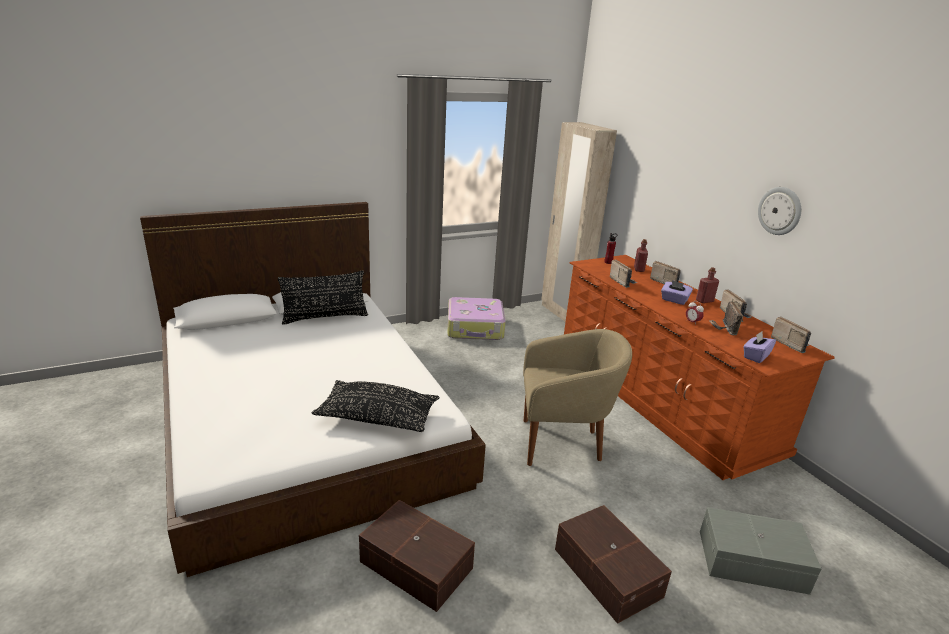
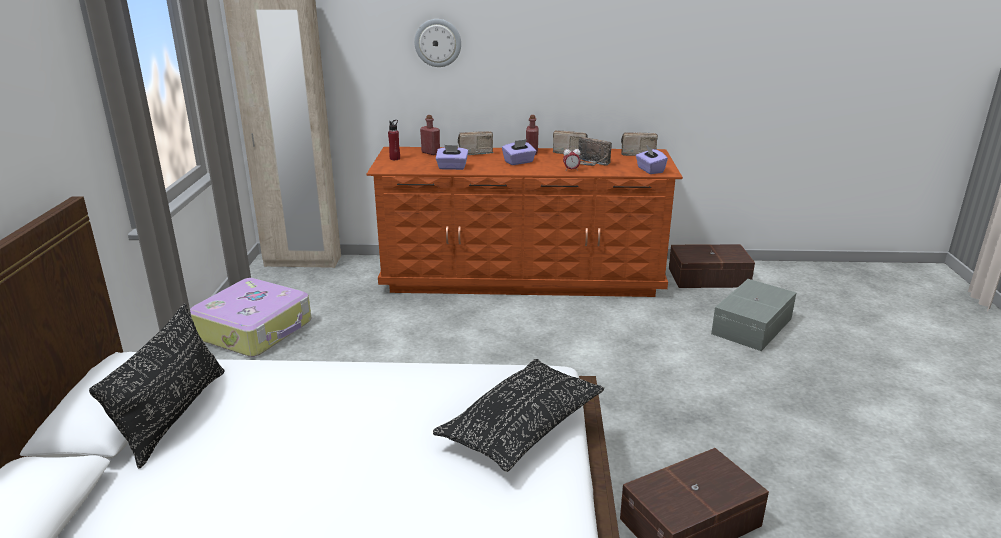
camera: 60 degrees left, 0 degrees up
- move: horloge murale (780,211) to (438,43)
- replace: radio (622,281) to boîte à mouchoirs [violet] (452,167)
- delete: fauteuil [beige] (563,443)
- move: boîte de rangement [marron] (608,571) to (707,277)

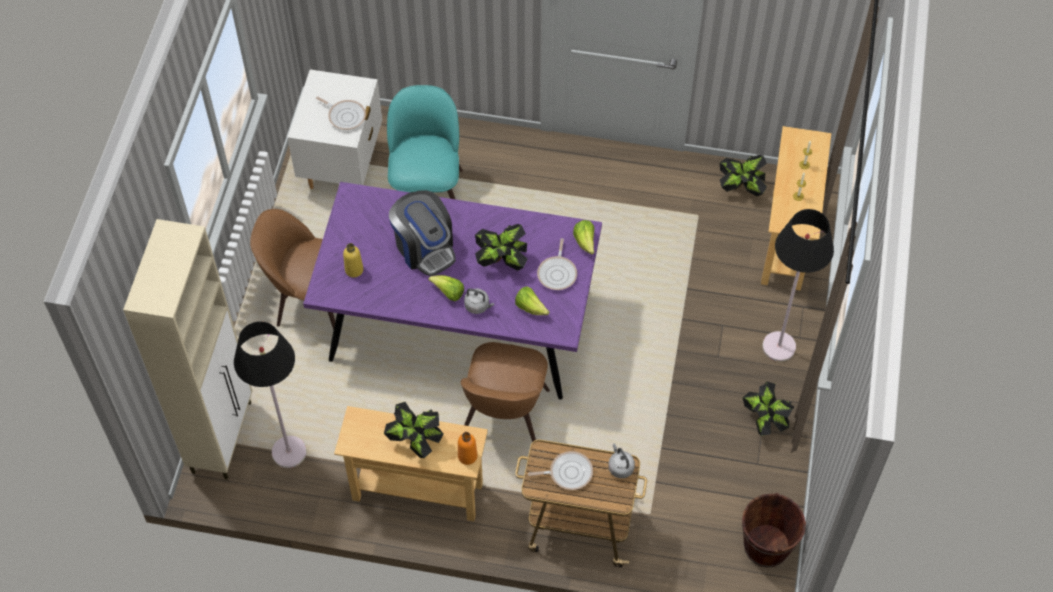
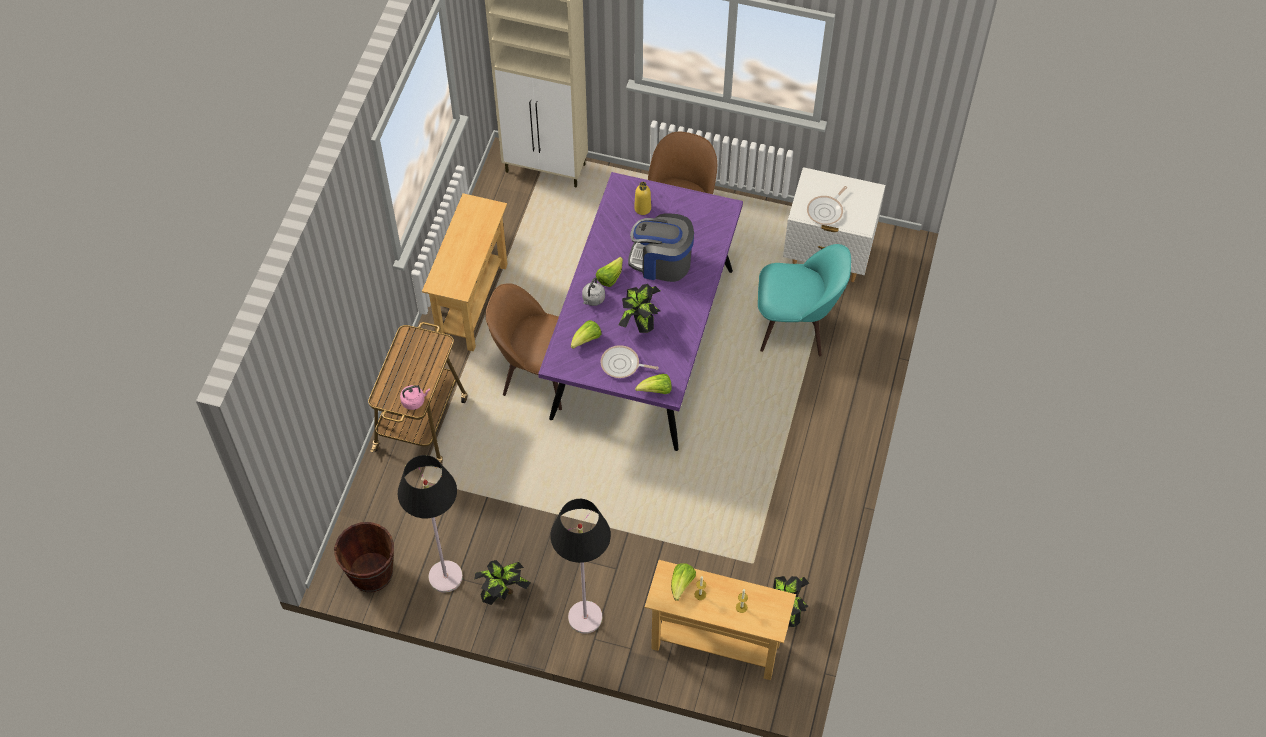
camera: 95 degrees right, 0 degrees up
- rotate: machine à café (424,248) = (661,262) 45 degrees clockwise
- move: lampadaire [noir] (289,452) to (445,577)
- delete: plante en pot (416,441)
- delete: bouteille [orange] (467,456)
- recolor: bouilloire [gris] (620,467) to bouilloire [rose] (414,401)
- delete: poêle (568,472)
- insert: laitue (681,584)

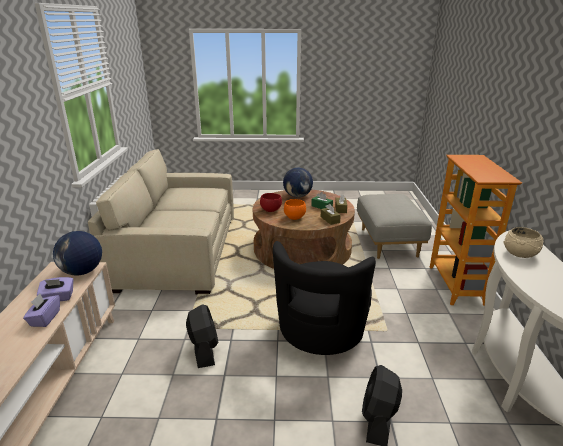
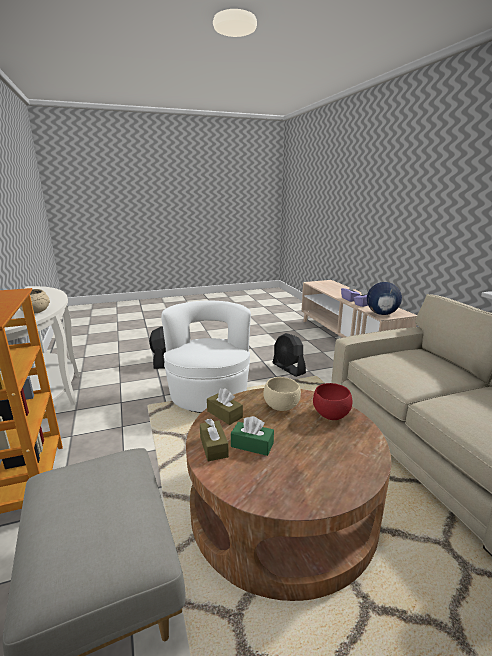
camera: 160 degrees right, 5 degrees down
- delete: globe (297,196)
- recolor: bol [orange] (294,217) to bol [beige] (282,407)
- recolor: fauteuil [noir] (320,331) to fauteuil [blanc] (209,394)

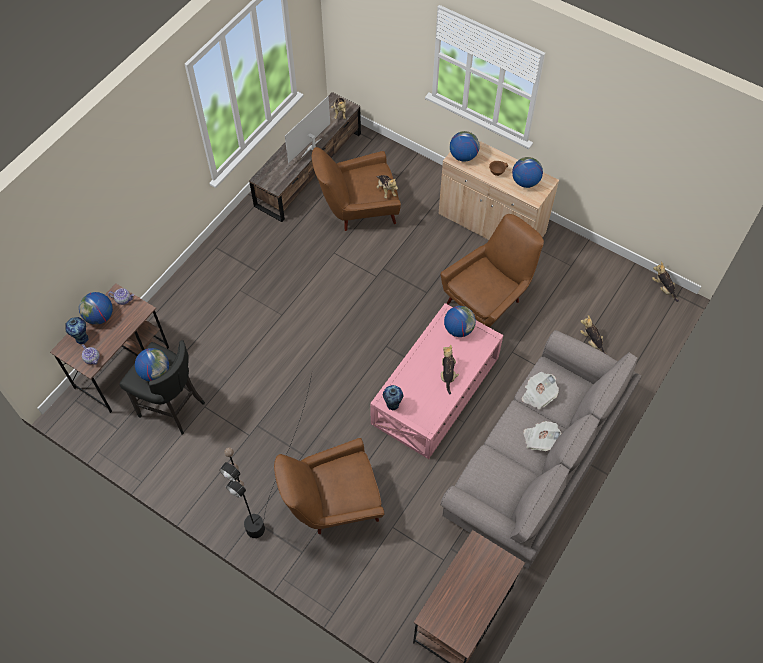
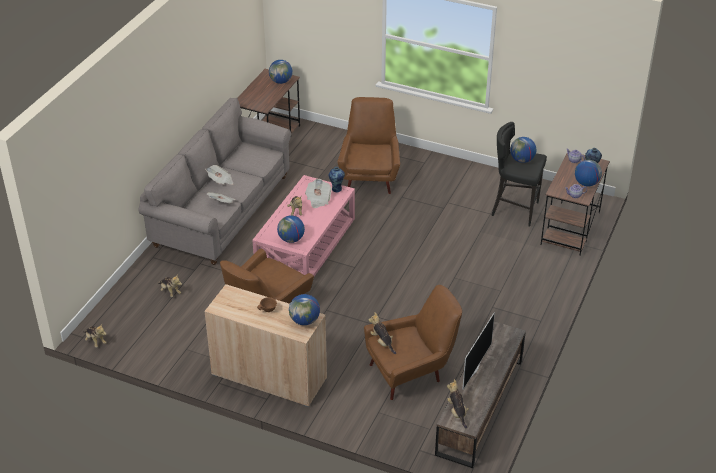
camera: 170 degrees right, 20 degrees down
- move: globe (525,182) to (281,81)
- delete: lampadaire [noir] (274,482)
- rotate: fauteuil [marron] (333,504) = (370,175) 60 degrees counterclockwise
- insert: journal (318,199)

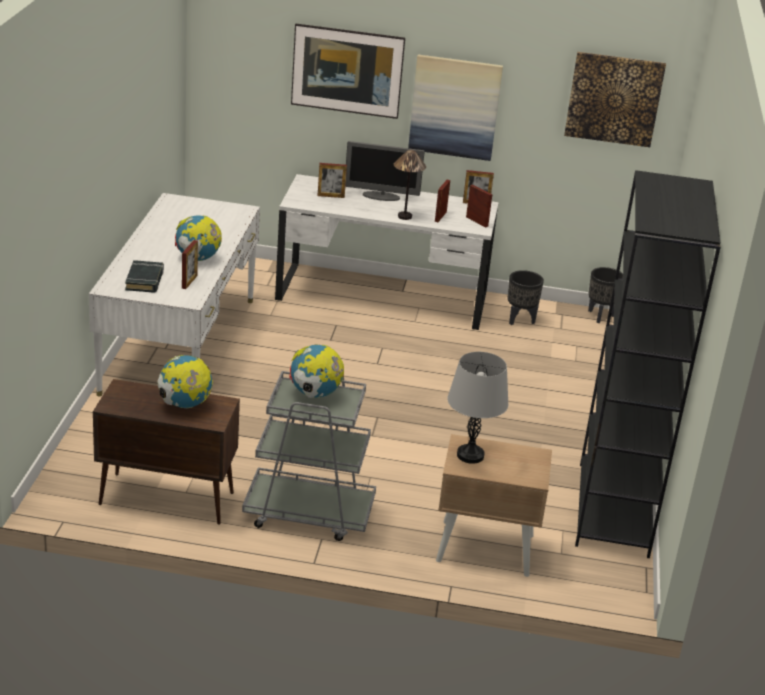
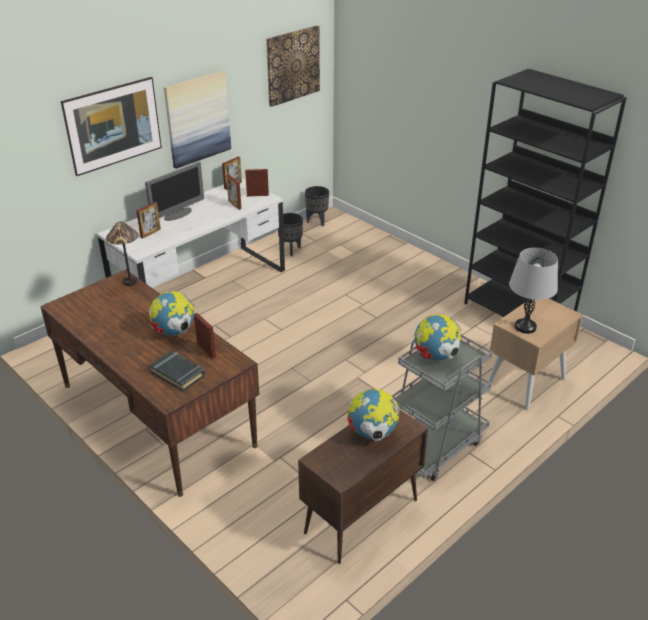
camera: 50 degrees left, 5 degrees up
- move: lampe de table (404,216) to (130,282)
- recolor: bureau [blanc] (179,345) to bureau [marron] (157,415)

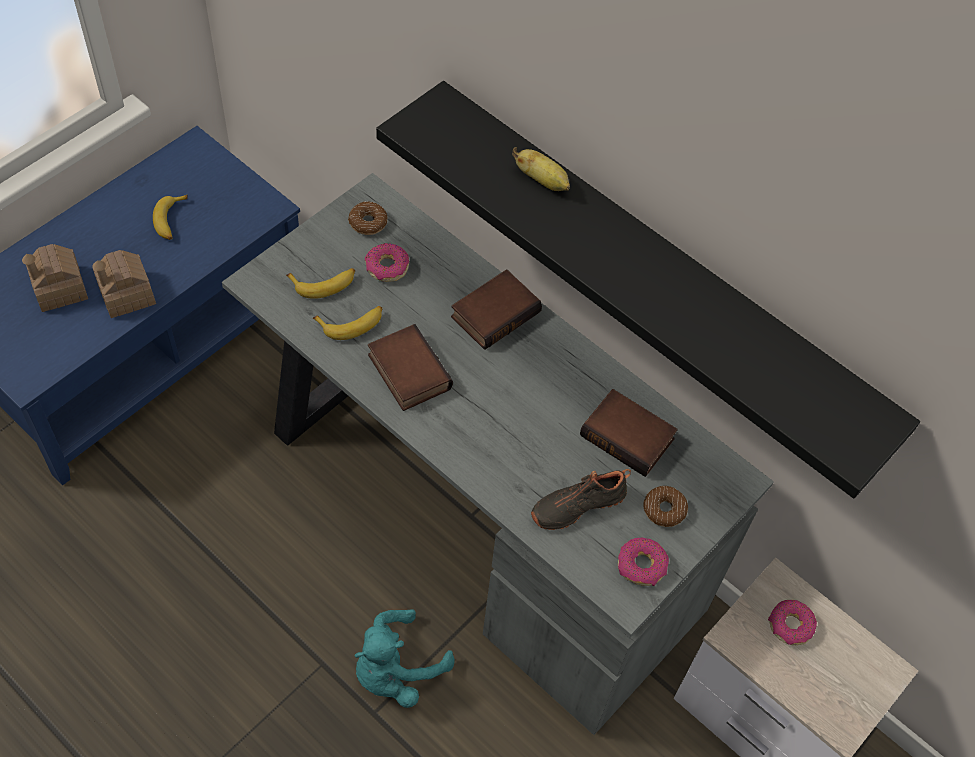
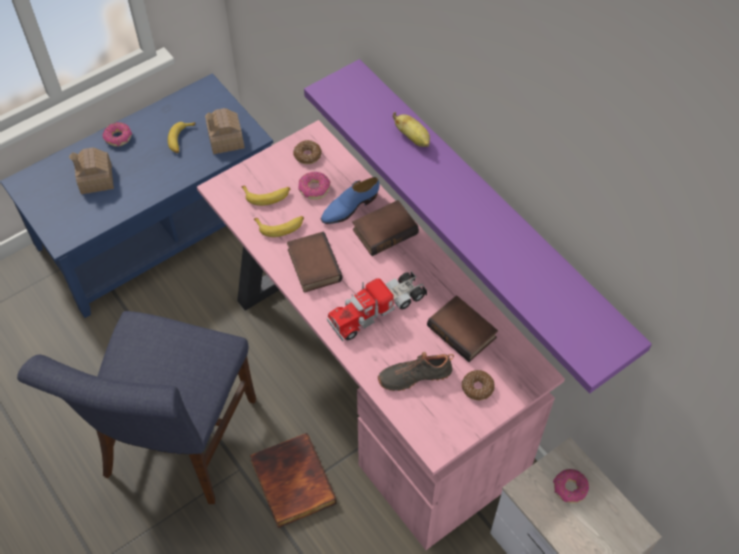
camera: 15 degrees right, 0 degrees up
- recolor: étagère [noir] (654,269) to étagère [violet] (488,210)
- recolor: bureau [gris] (475,514) to bureau [rose] (370,378)
- move: maison miniature (127,294) to (226,139)
- move: beignet (641,566) to (118,138)
- replace: peluche [turquoise] (396,671) to livre (291,482)
- insert: chaussure [bleu] (349,207)
- insert: camion jouet (377,309)
- insert: chaise [bleu] (176,445)

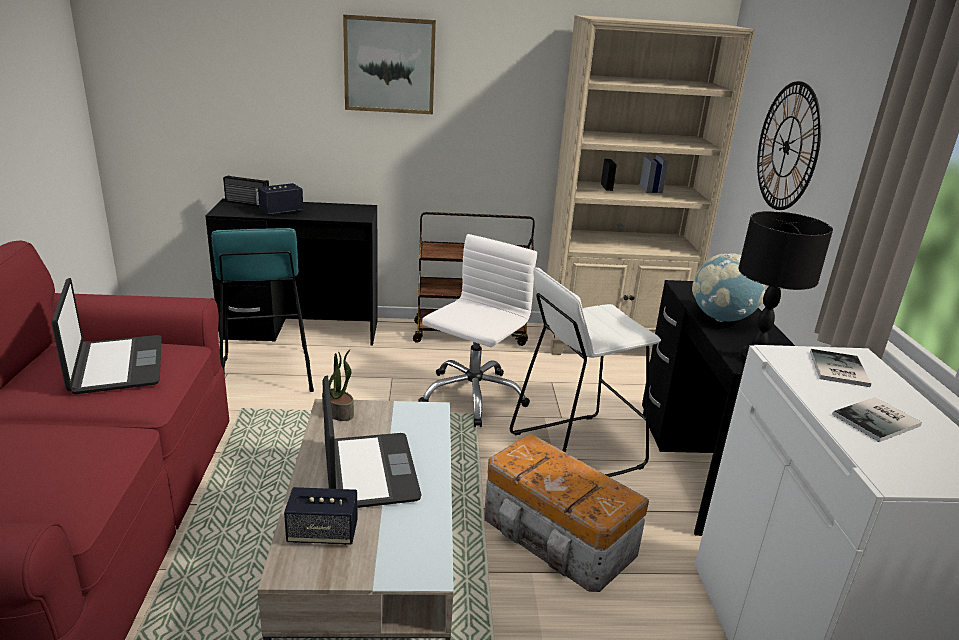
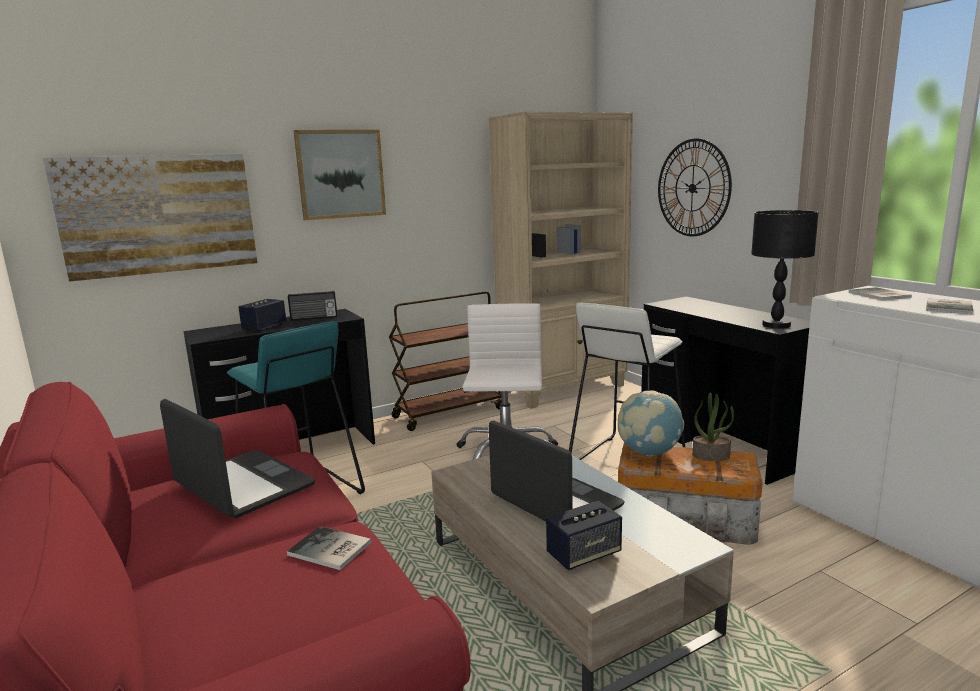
camera: 25 degrees left, 10 degrees down
- move: radio (247,203) to (314,318)
- move: globe (721,318) to (649,452)
- move: plante en pot (339,412) to (711,456)
- insert: tableau (159,214)
- insert: livre (330,550)

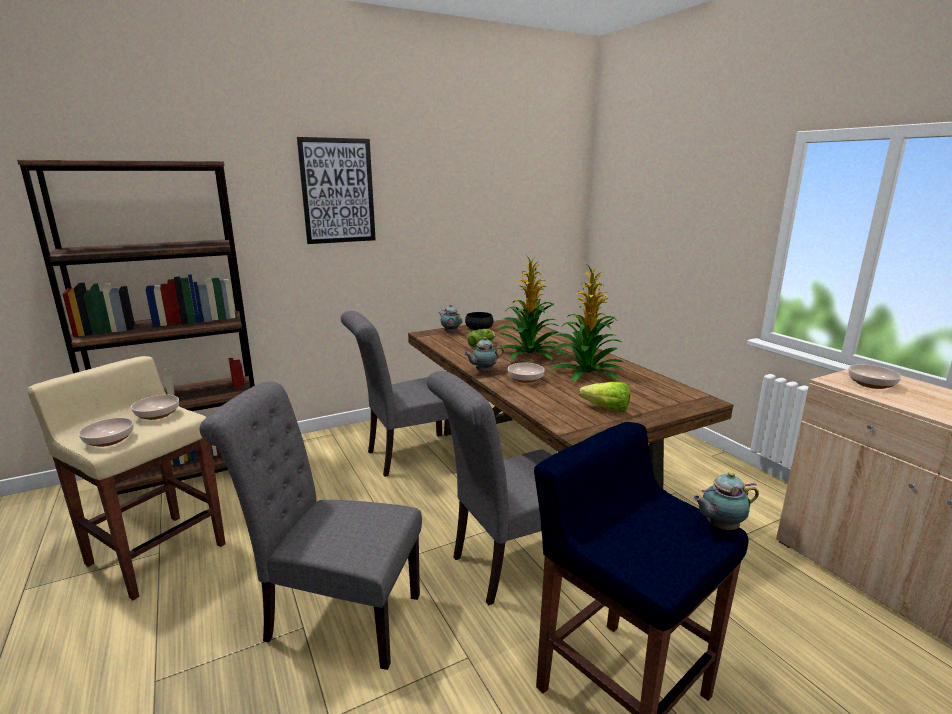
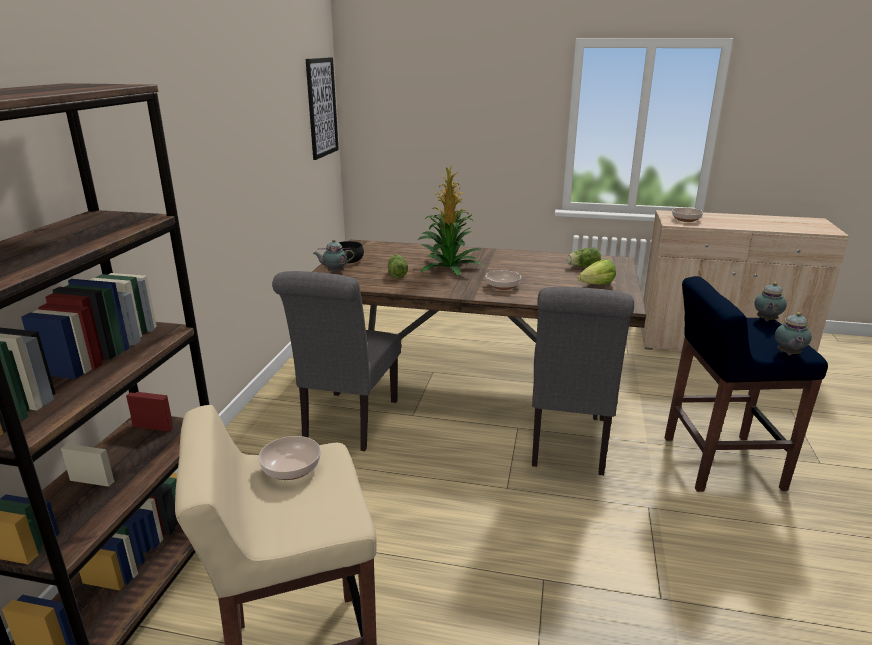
camera: 50 degrees left, 5 degrees up
- move: tableau (337,191) to (322,107)
- delete: plante en pot (586,373)
- move: théière (483,371) to (788,354)
- delete: chaise [gris] (334,616)
- delete: bol (110,440)
- insert: laitue (582,266)

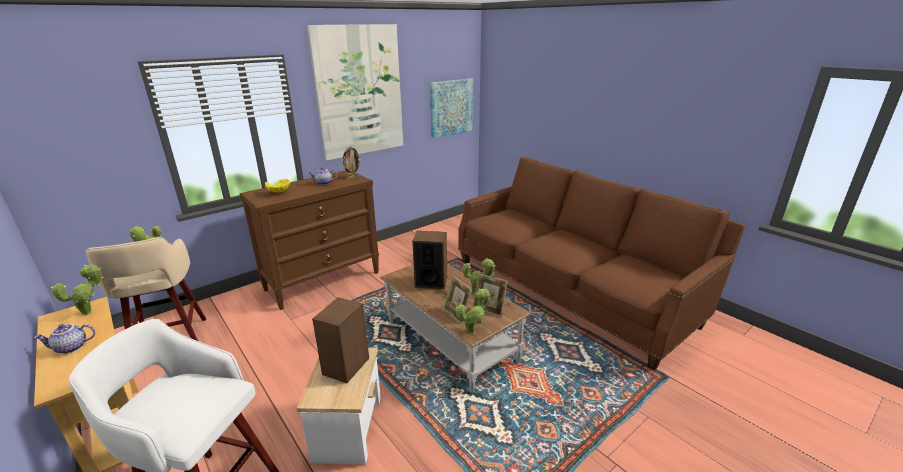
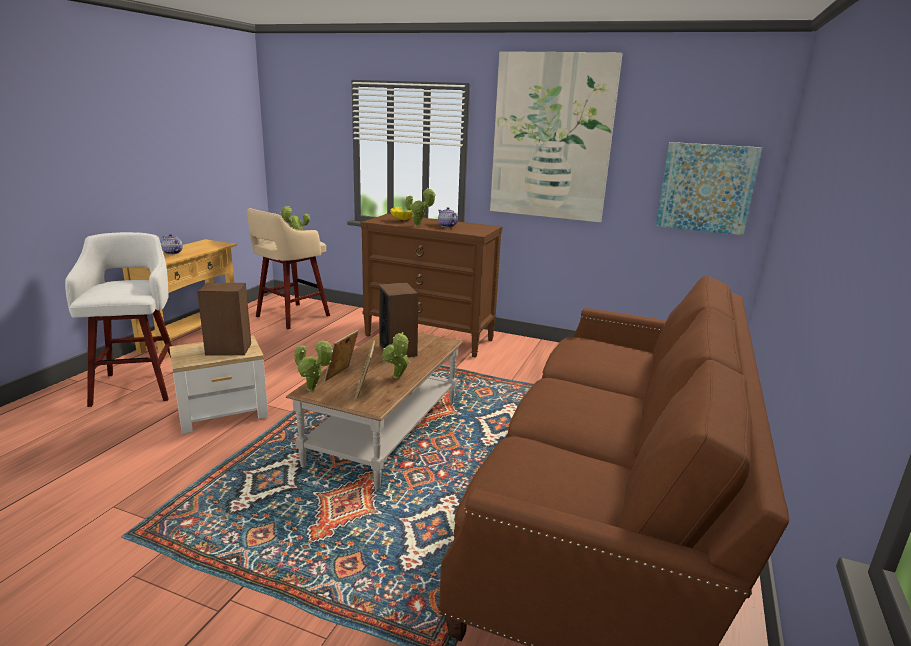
camera: 60 degrees right, 5 degrees down
- delete: cadre photo (353,177)
- move: plante en pot (90,312) to (419,226)

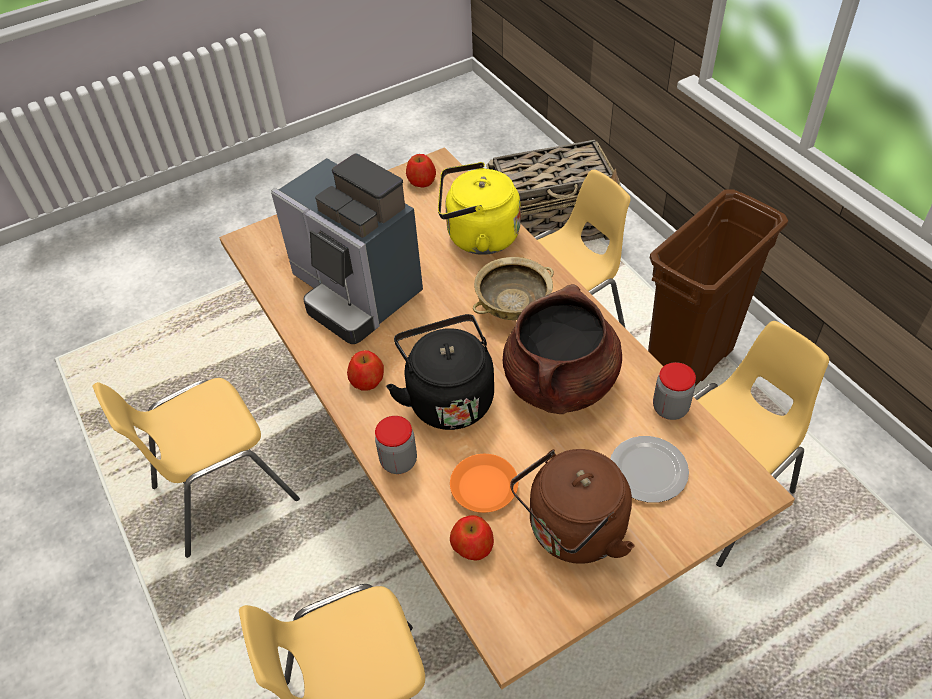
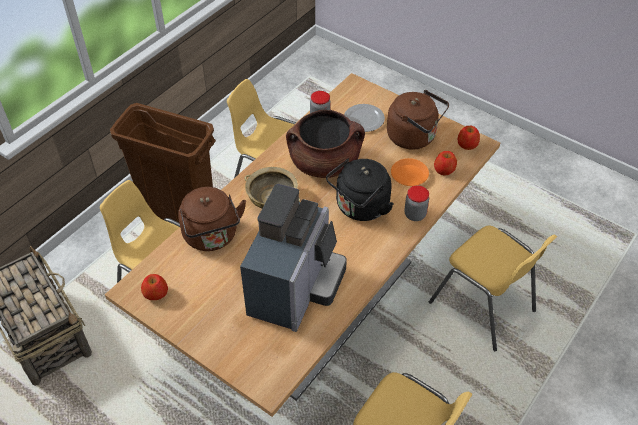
camera: 115 degrees left, 0 degrees up
- recolor: bouilloire [jaune] (478,237) to bouilloire [marron] (212,237)
- move: pomme (367,380) to (467,144)

